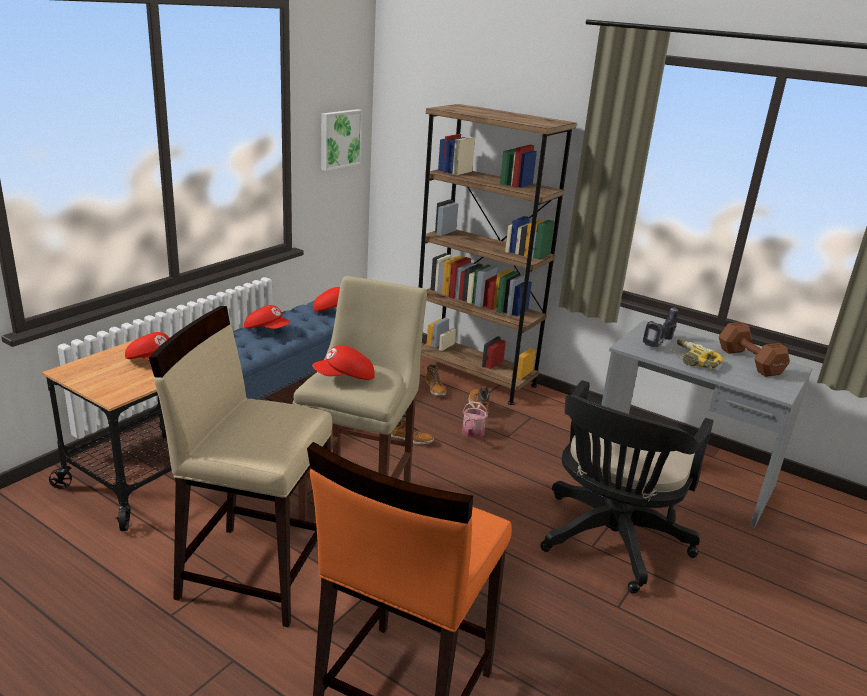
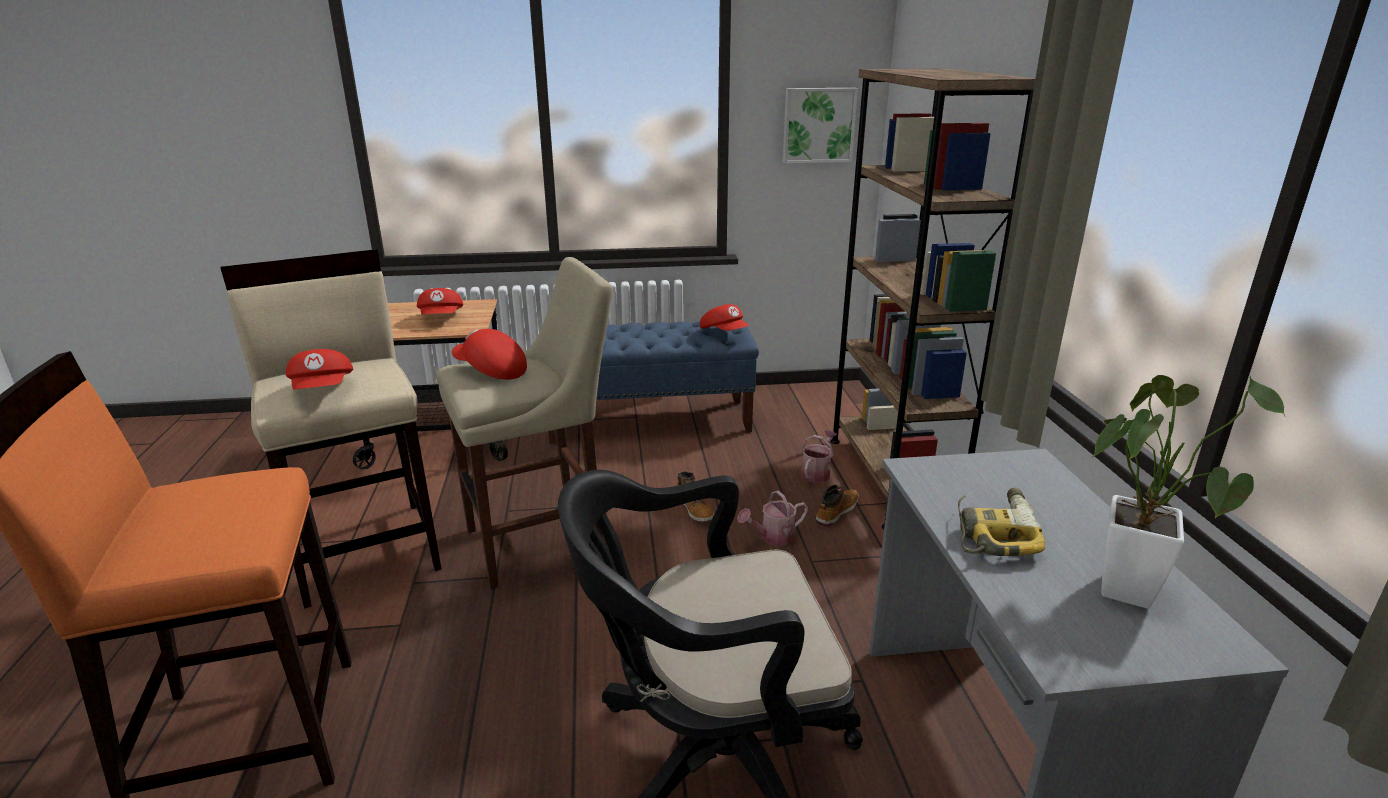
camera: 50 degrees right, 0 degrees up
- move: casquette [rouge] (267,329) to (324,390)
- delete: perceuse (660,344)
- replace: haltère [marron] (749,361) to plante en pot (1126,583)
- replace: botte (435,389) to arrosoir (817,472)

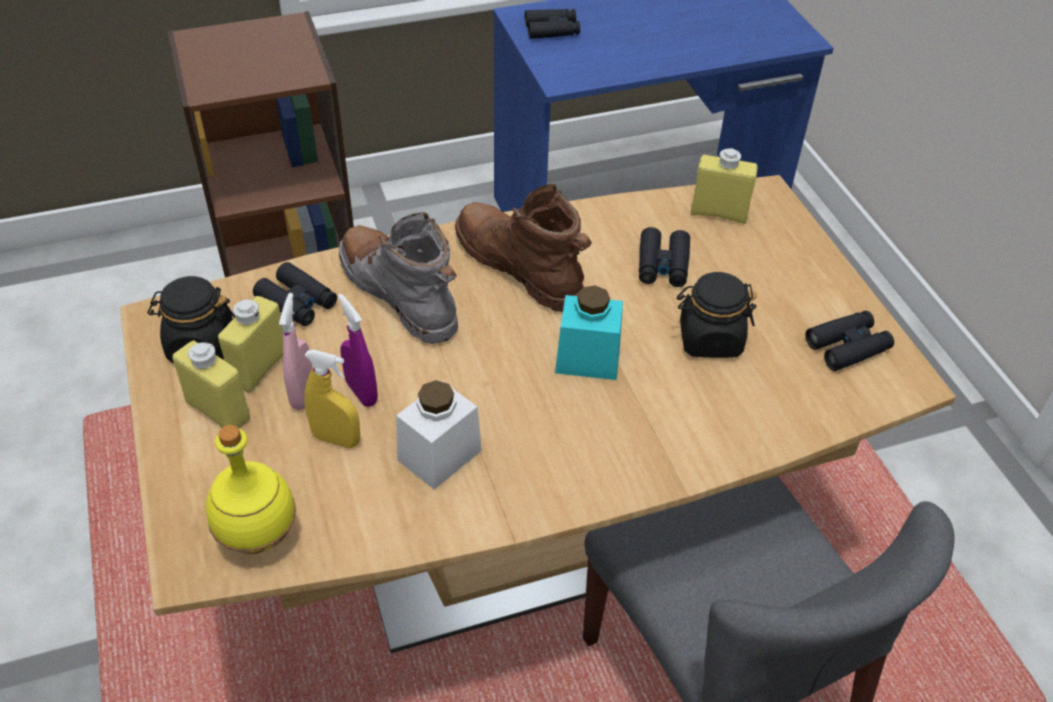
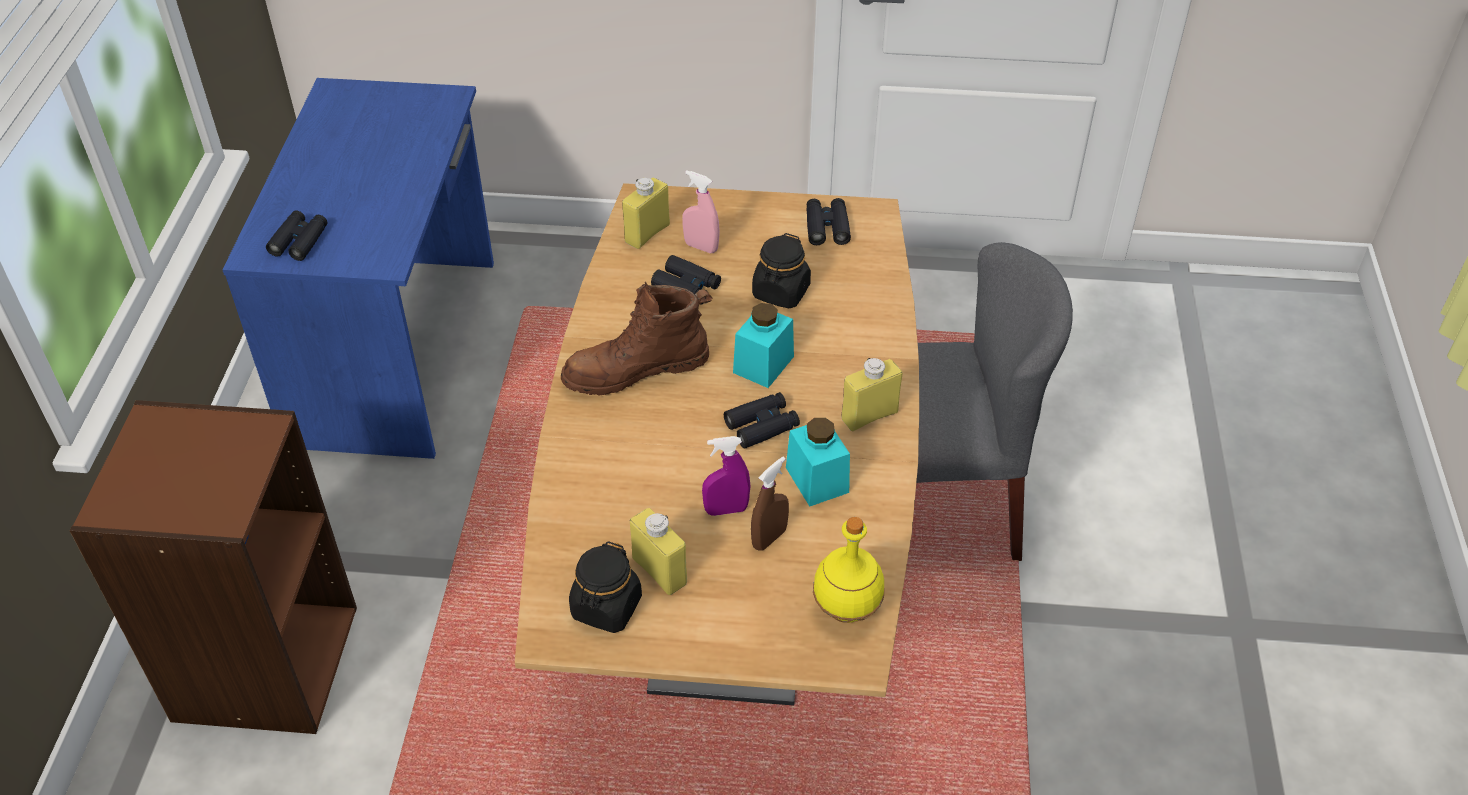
camera: 65 degrees left, 0 degrees up
- delete: botte [gris] (399,294)
- move: jumelles [noir] (297,302) to (762,425)
- move: vaporisateur [rose] (302,394) to (701,247)
- move: bouteille [jaune] (218,411) to (869,415)
- recolor: vaporisateur [jaune] (336,439) to vaporisateur [marron] (769,538)
- recolor: bocal [blanc] (439,455) to bocal [turquoise] (817,480)

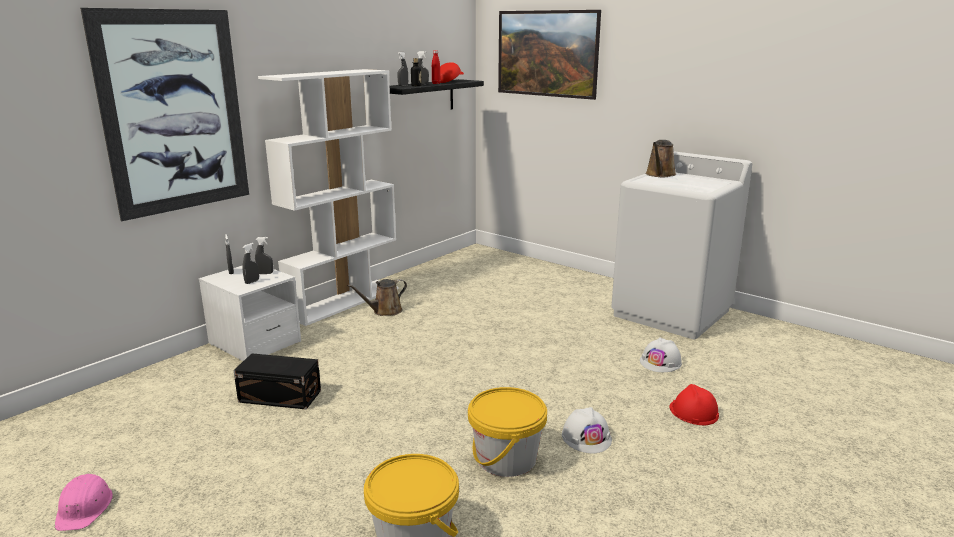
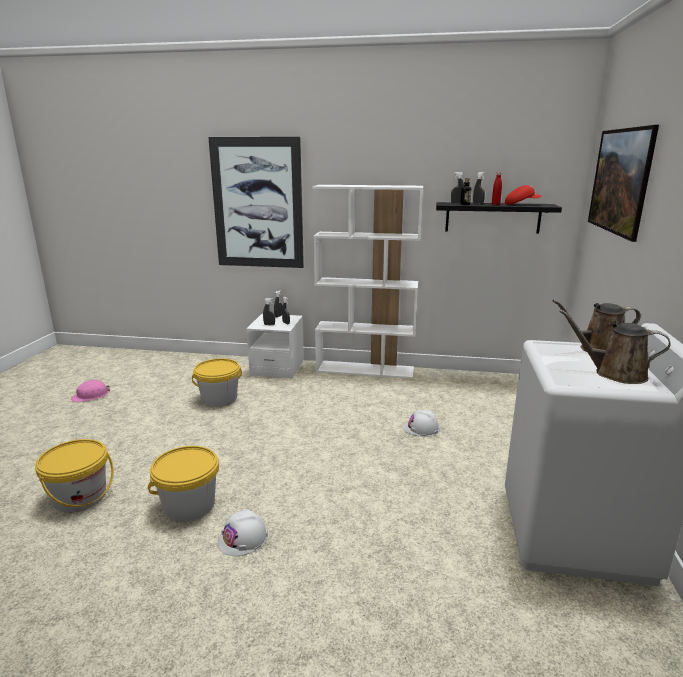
camera: 60 degrees right, 0 degrees up
- move: arrosoir [marron] (385,311) to (615,374)
- move: casque de chantier [blanc] (660,362) to (421,428)
- replace: boîte de rangement [noir] (280,397) to seau [jaune] (219,399)
- delete: casque de chantier [rouge] (693,411)

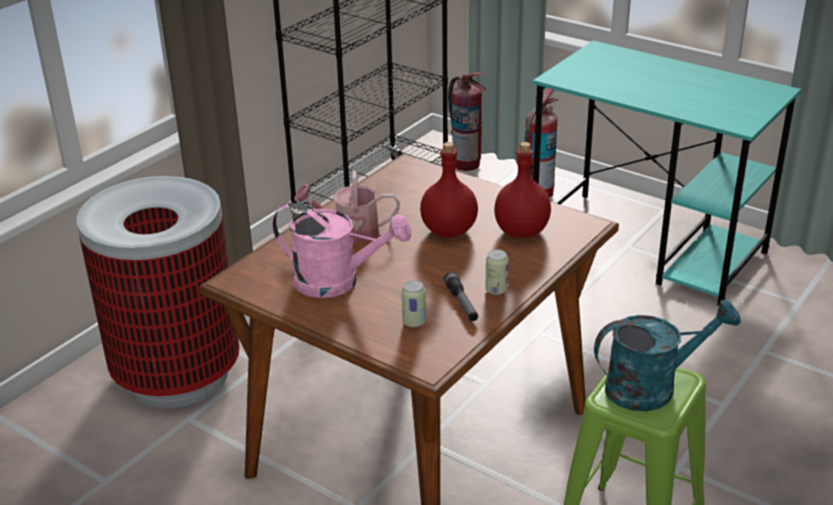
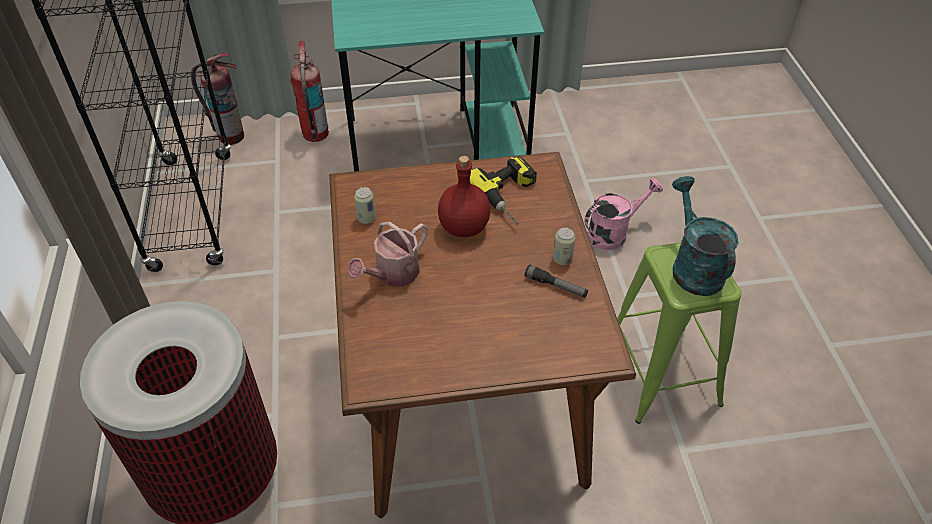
camera: 45 degrees left, 15 degrees up
- replace: bouteille [rouge] (522,231) to perceuse (512,196)
- move: arrosoir [rose] (338,282) to (613,232)
- move: boîte métallique (414,322) to (366,218)
- rotate: arrosoir [turquoise] (652,387) = (693,266) 45 degrees counterclockwise

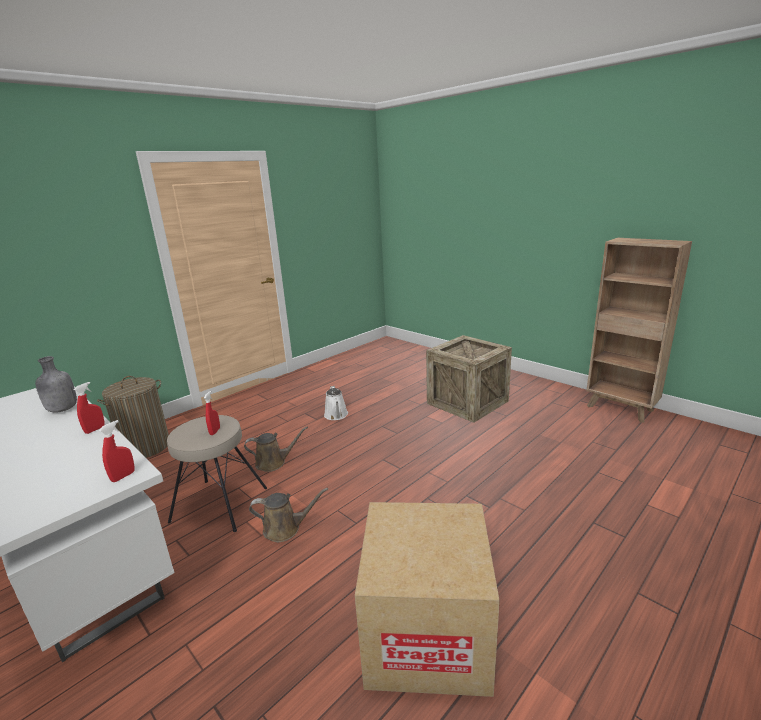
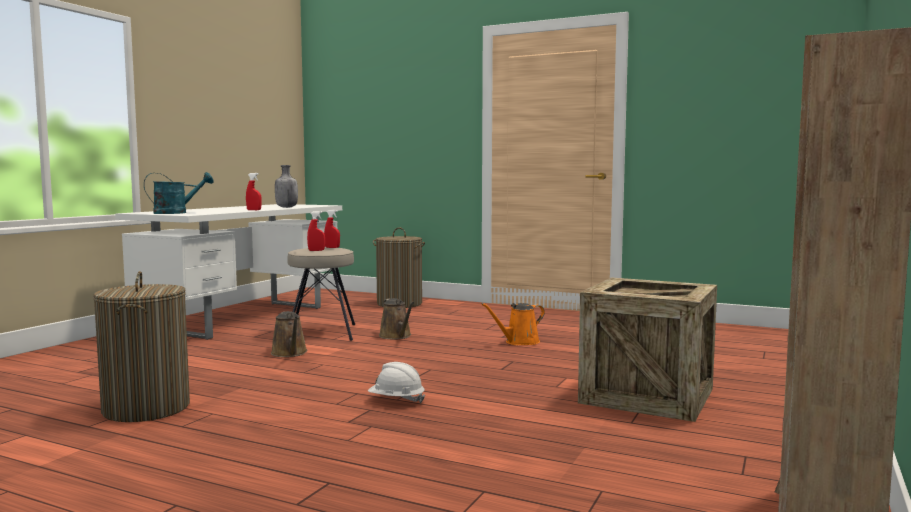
camera: 70 degrees right, 15 degrees down
- recolor: arrosoir [blanc] (336,415) to arrosoir [orange] (519,342)
- move: vaporisateur [rouge] (123,476) to (332,247)
- replace: carton (427,633) to panier à linge (146,408)
- insert: arrosoir [turquoise] (176,213)
- insert: casque de chantier [blanc] (396,401)

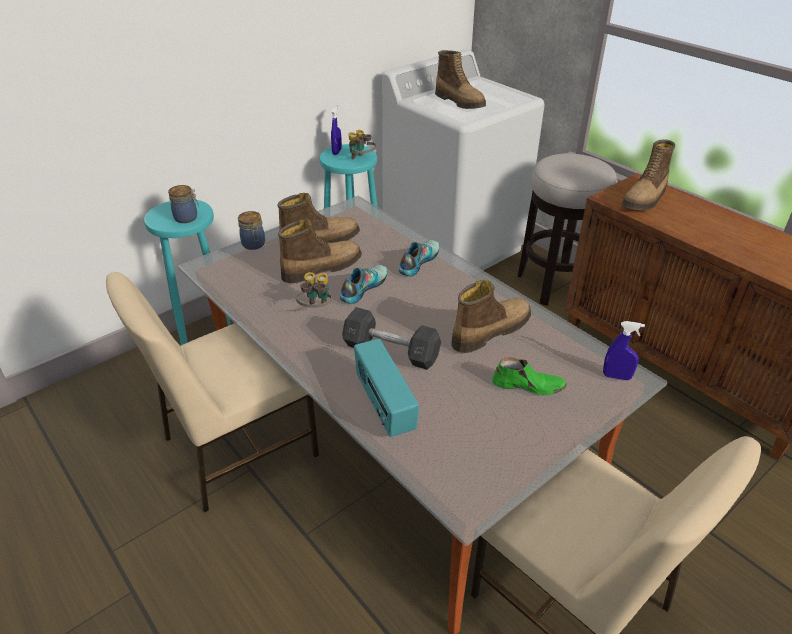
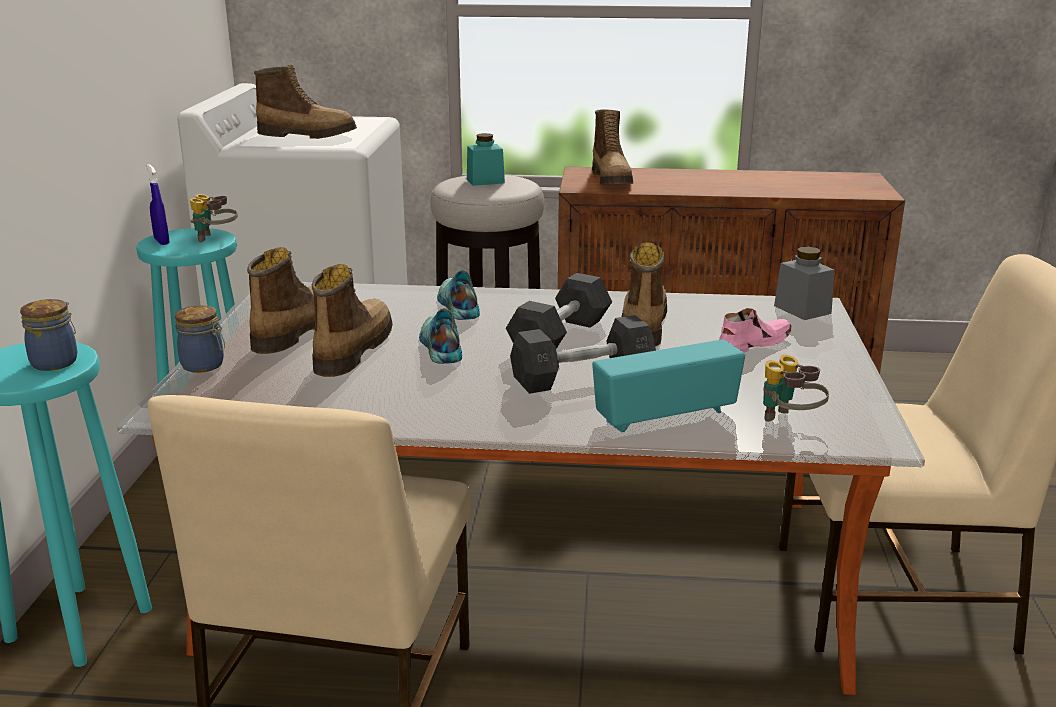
camera: 45 degrees left, 15 degrees down
- move: jumelles (316,309) to (789,422)
- replace: vaporisateur [bleu] (616,376) to bocal [gris] (802,309)
- rotate: radio (384,406) = (665,416) 135 degrees clockwise
- recolor: chaussure [vert] (528,385) to chaussure [rose] (752,344)
- insert: bocal [turquoise] (485,181)
- insert: haltère [gris] (560,337)

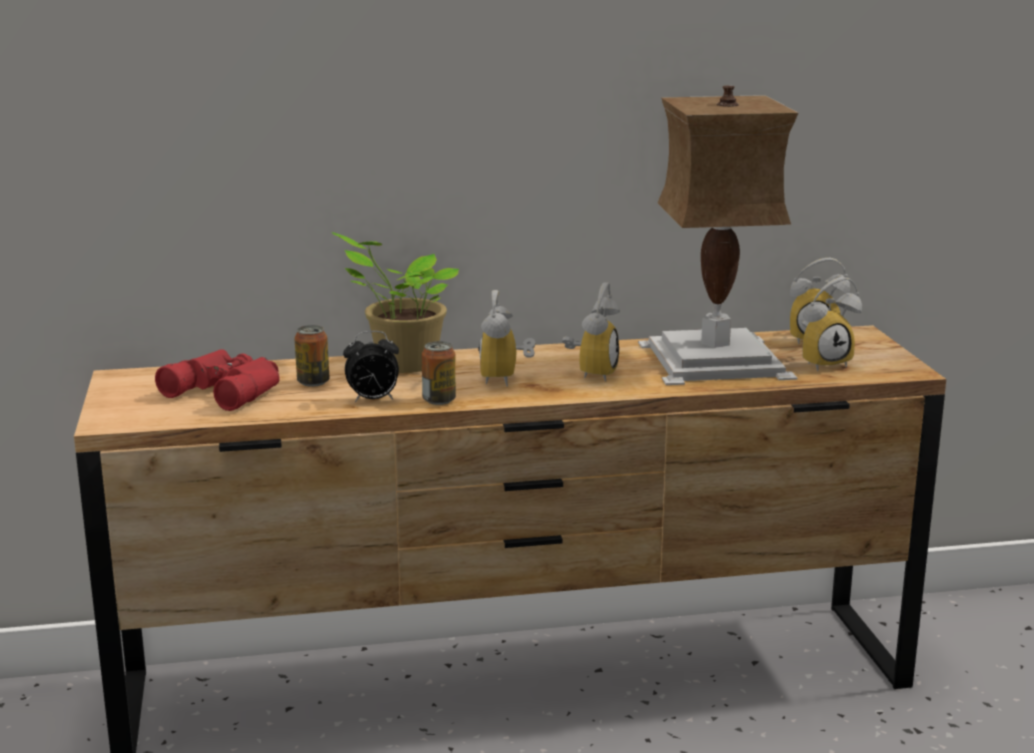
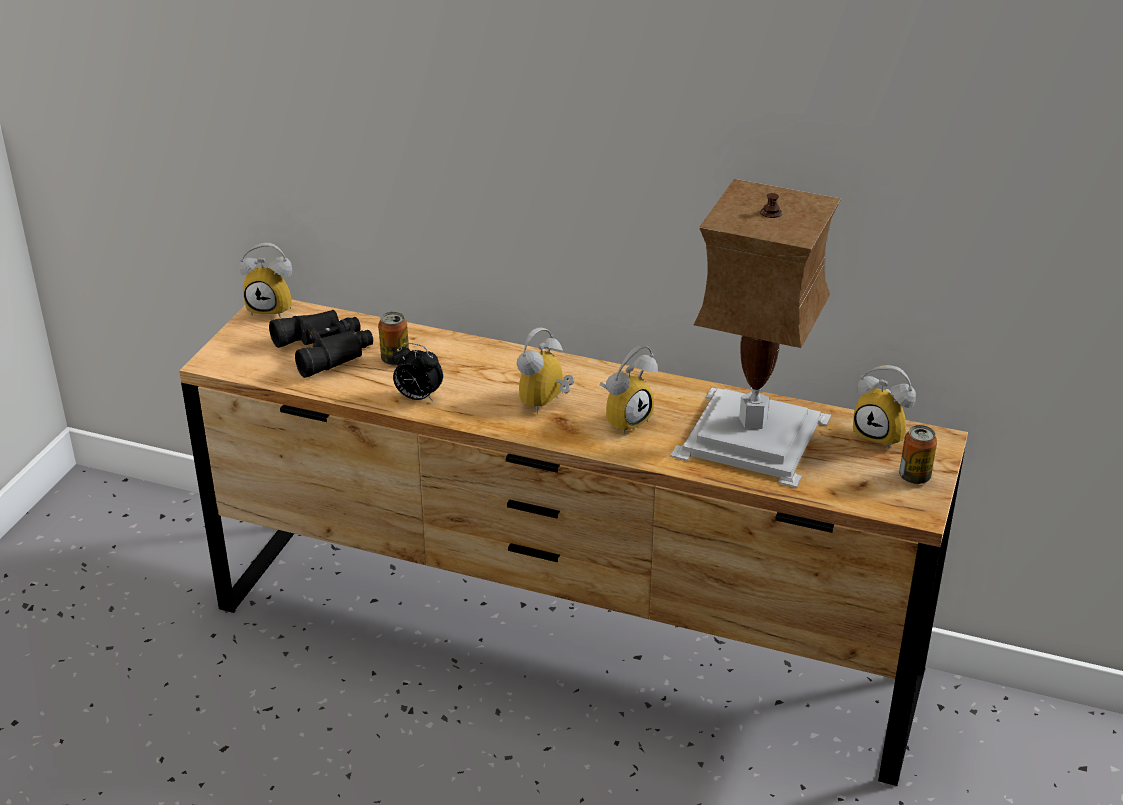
camera: 30 degrees right, 15 degrees up
- delete: plante en pot (402,364)
- move: réveil (824,362) to (273,308)
- move: boîte métallique (439,400) to (914,477)
- recolor: jumelles [rouge] (228,390) to jumelles [noir] (326,349)

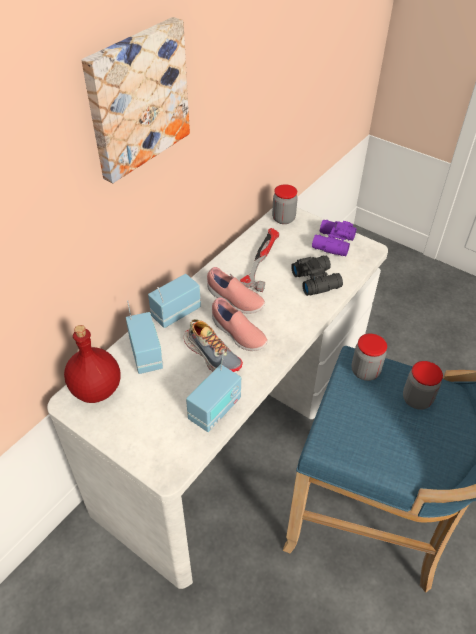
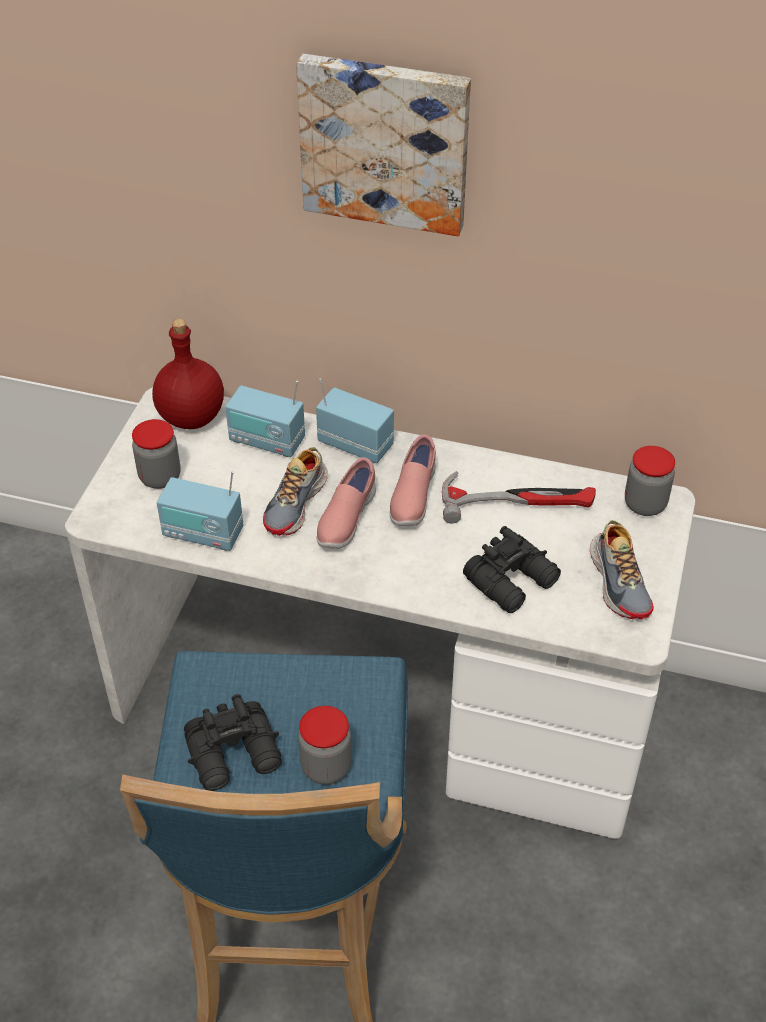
camera: 70 degrees right, 0 degrees up
- replace: jumelles [violet] (332,243) to chaussure (620,582)
- rotate: radio (147,354) = (267,441) 60 degrees clockwise
- move: bocal (365,371) to (160,477)
- insert: jumelles [noir] (236,755)

